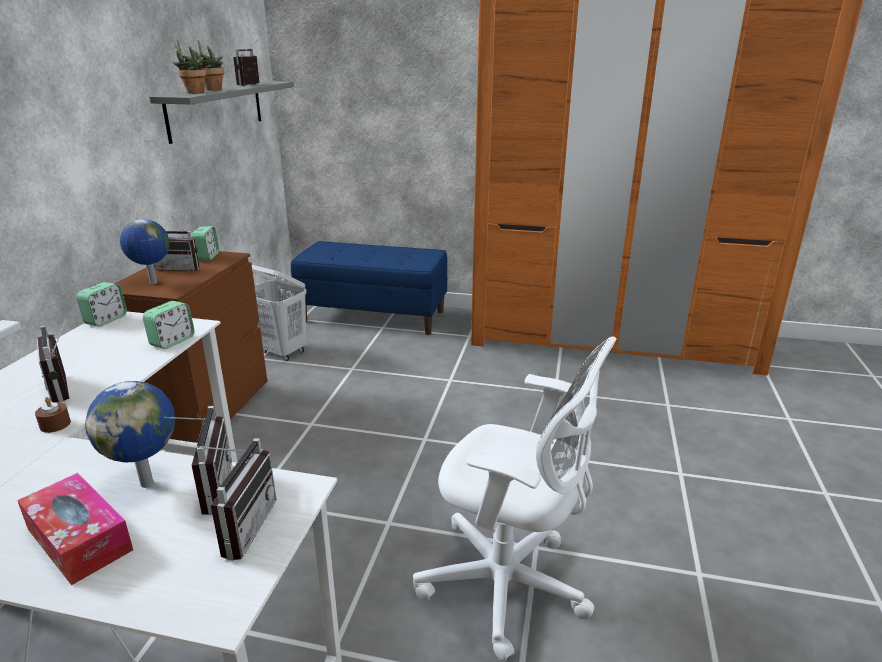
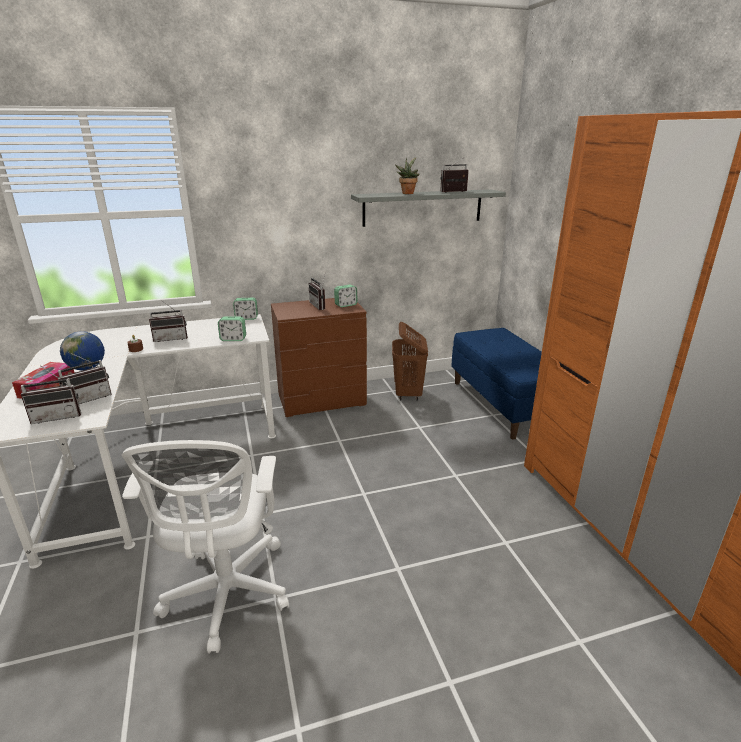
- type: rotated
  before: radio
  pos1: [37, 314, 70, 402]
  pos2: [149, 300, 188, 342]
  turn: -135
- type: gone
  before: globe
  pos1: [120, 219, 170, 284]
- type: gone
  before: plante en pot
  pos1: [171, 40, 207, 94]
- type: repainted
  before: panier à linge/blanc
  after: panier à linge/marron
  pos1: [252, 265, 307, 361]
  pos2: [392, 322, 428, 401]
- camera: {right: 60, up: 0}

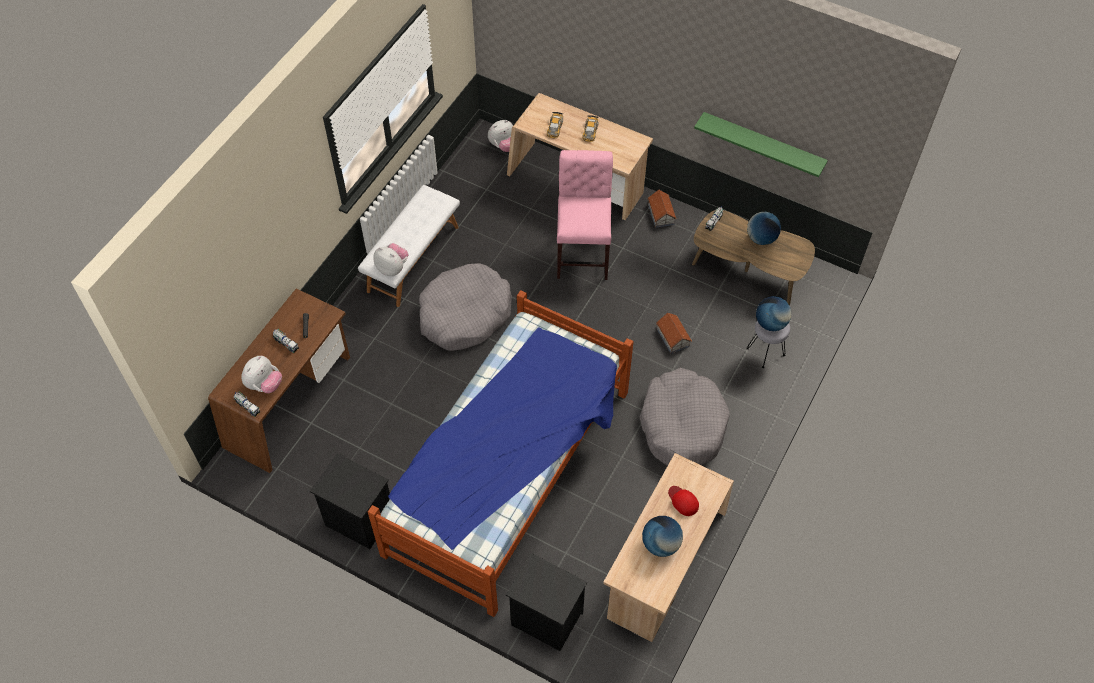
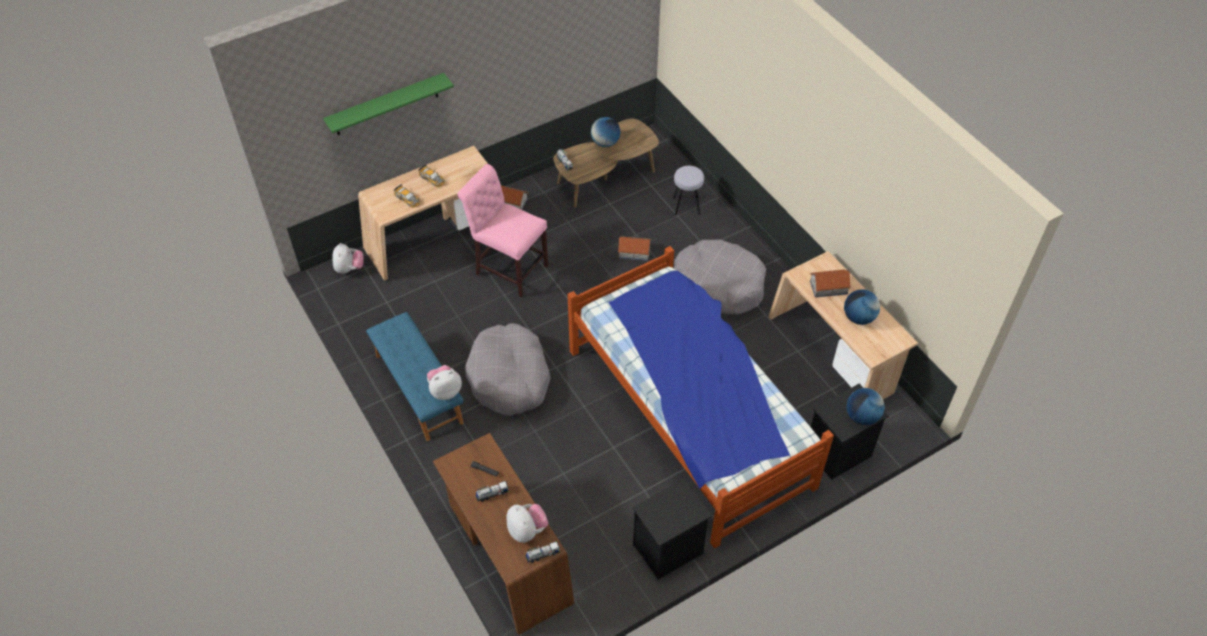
- type: repainted
  before: banc/blanc
  after: banc/bleu
  pos1: [358, 185, 460, 307]
  pos2: [366, 312, 464, 441]
- type: swapped
  before: casquette/rouge
  after: maison miniature
  pos1: [668, 486, 699, 516]
  pos2: [810, 270, 851, 298]
- type: shifted
  before: étagère/vert
  pos1: [694, 112, 828, 177]
  pos2: [323, 73, 454, 135]
- type: shifted
  before: globe
  pos1: [756, 296, 791, 331]
  pos2: [846, 388, 885, 425]
- camera: {right: -60, up: -5}

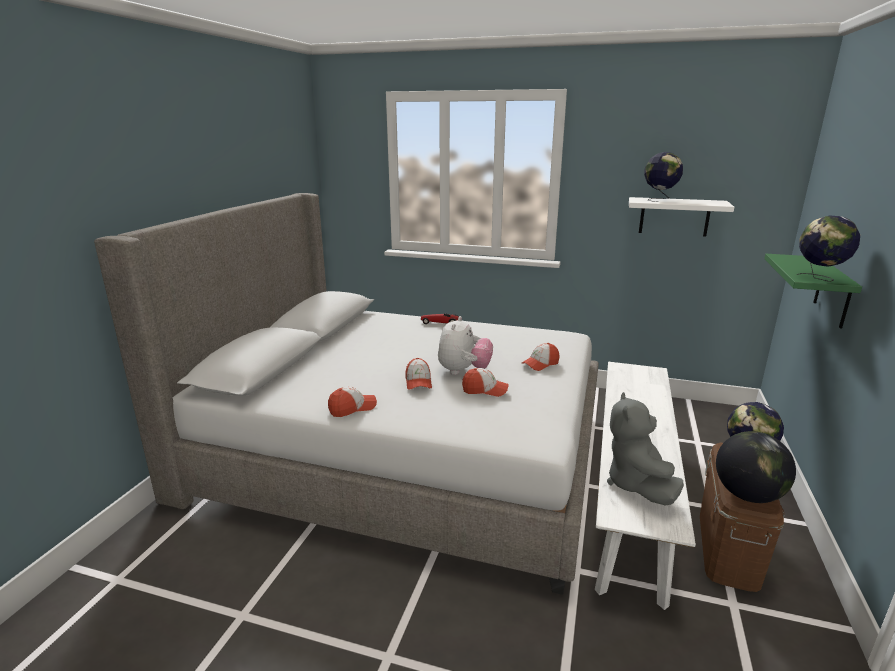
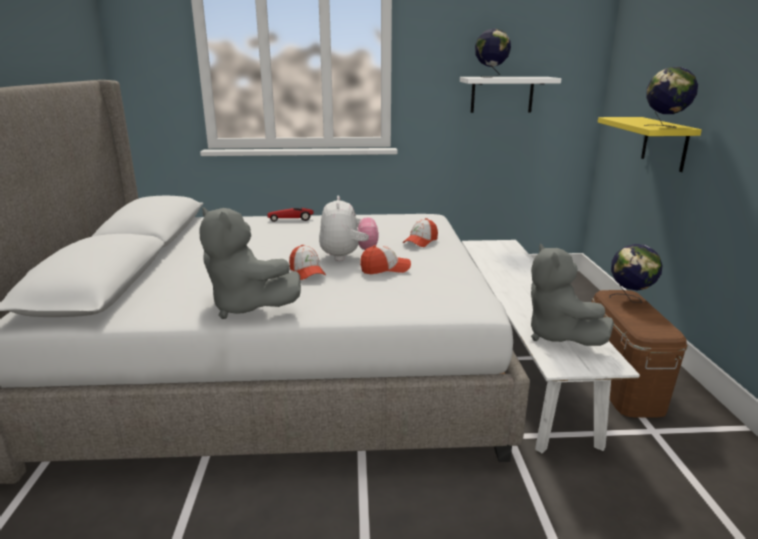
- type: swapped
  before: casquette
  after: peluche/gris
  pos1: [328, 387, 377, 417]
  pos2: [200, 207, 301, 319]
- type: gone
  before: globe
  pos1: [716, 431, 796, 503]
- type: repainted
  before: étagère/vert
  after: étagère/jaune
  pos1: [764, 254, 862, 329]
  pos2: [598, 117, 702, 172]
- camera: {right: -20, up: 0}

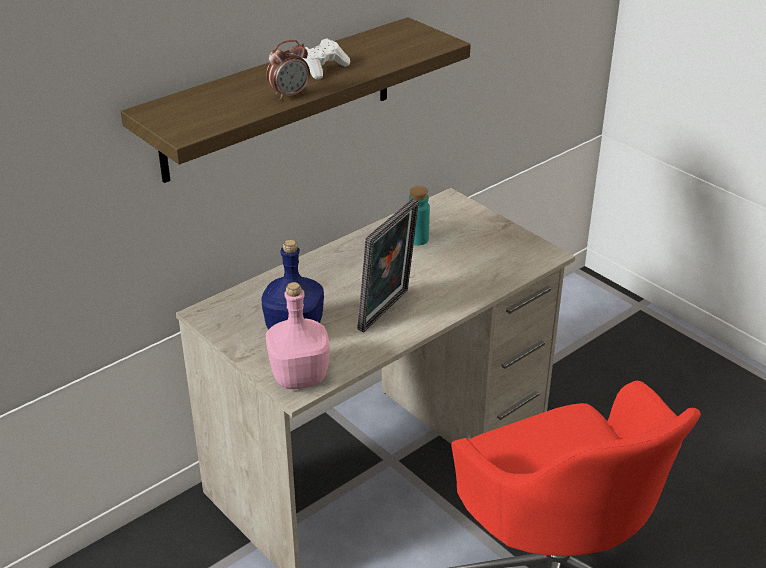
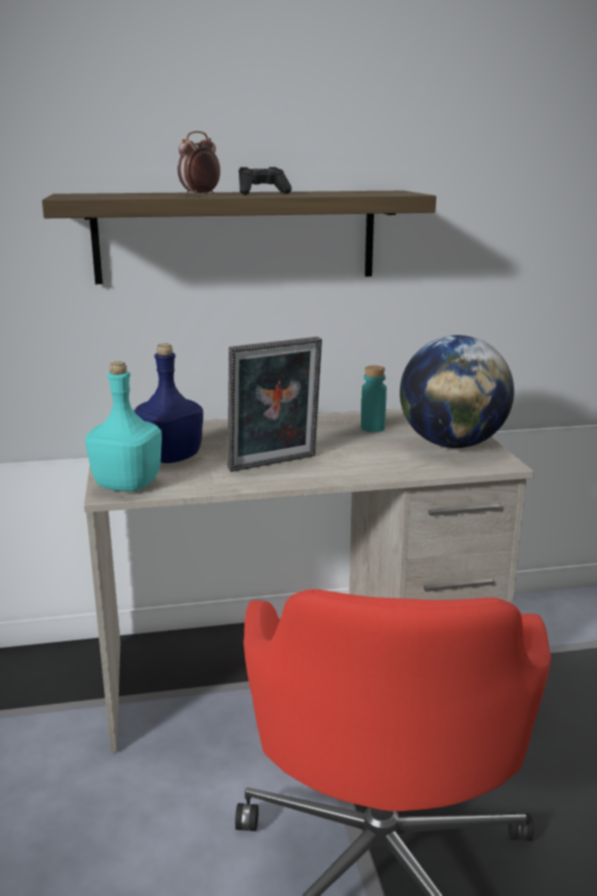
- type: rotated
  before: réveil
  pos1: [266, 40, 310, 100]
  pos2: [178, 131, 220, 196]
  turn: 135
- type: repainted
  before: bouteille/rose
  after: bouteille/turquoise
  pos1: [266, 282, 330, 389]
  pos2: [85, 362, 162, 491]
- type: repainted
  before: manette/blanc
  after: manette/noir
  pos1: [303, 38, 350, 80]
  pos2: [239, 167, 292, 195]
- type: new
  after: globe
  pos2: [400, 335, 514, 448]
- camera: {right: 30, up: -15}

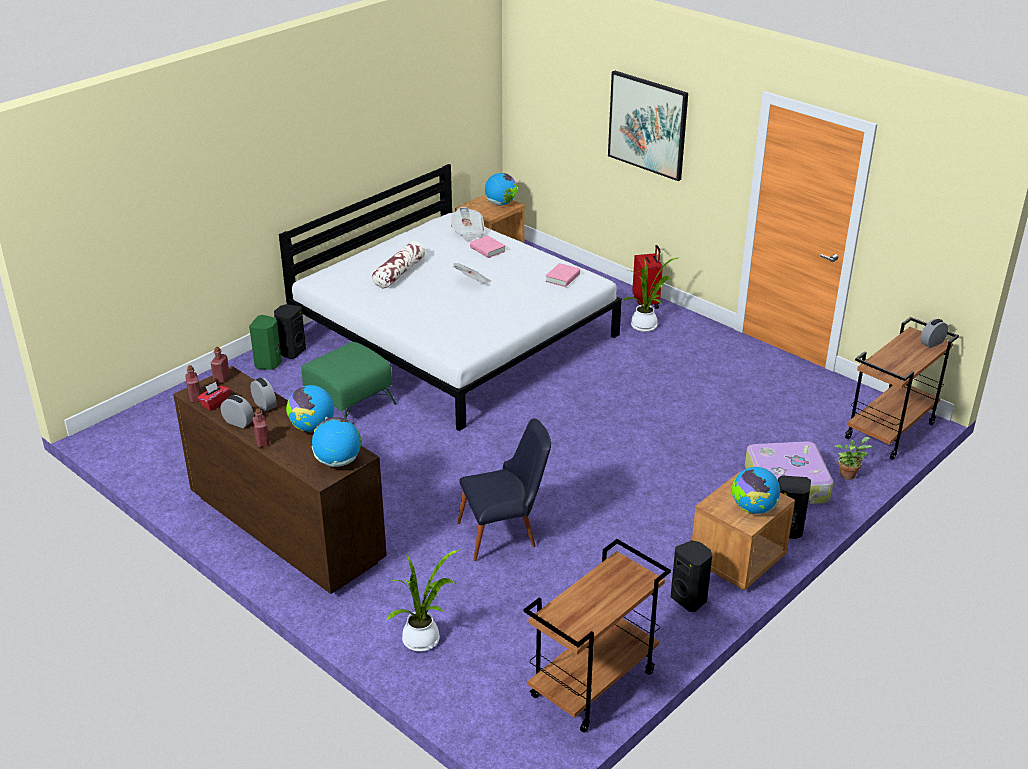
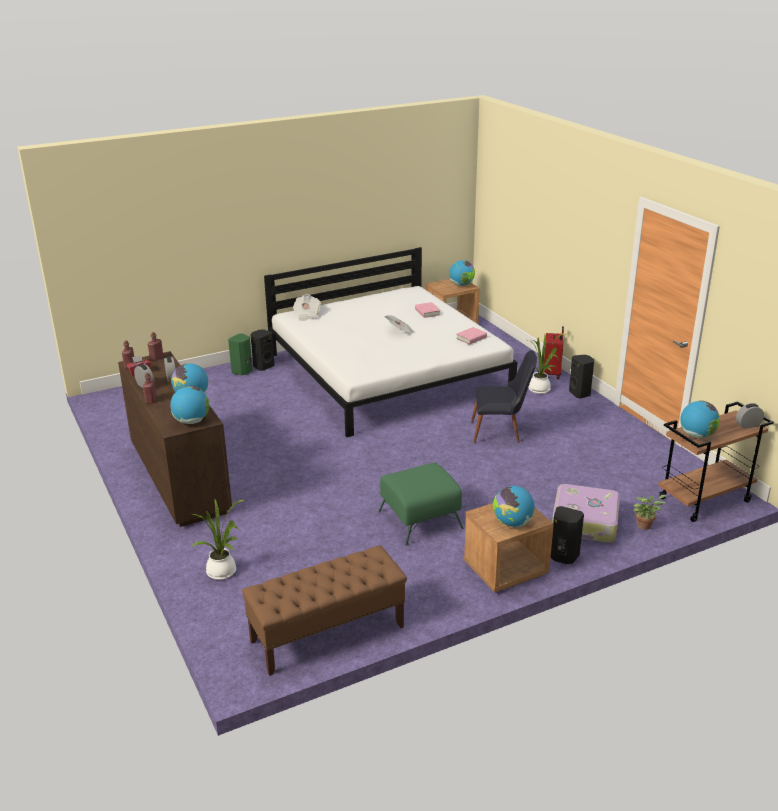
- type: shifted
  before: pouf/vert
  pos1: [302, 342, 397, 419]
  pos2: [378, 463, 464, 546]
- type: gone
  before: coussin
  pos1: [372, 241, 425, 289]
- type: shifted
  before: journal
  pos1: [451, 207, 485, 241]
  pos2: [293, 294, 321, 321]
- type: shifted
  before: chaise/noir
  pos1: [457, 419, 551, 561]
  pos2: [471, 350, 537, 443]
- type: swapped
  before: chariot/marron
  after: banc/marron
  pos1: [523, 539, 671, 733]
  pos2: [242, 545, 407, 676]
- type: gone
  before: tableau
  pos1: [608, 71, 688, 181]
- type: shifted
  before: enceinte/noir
  pos1: [670, 540, 712, 612]
  pos2: [569, 355, 594, 399]
- type: new
  after: globe
  pos2: [680, 400, 720, 439]
- camera: {right: 20, up: -5}

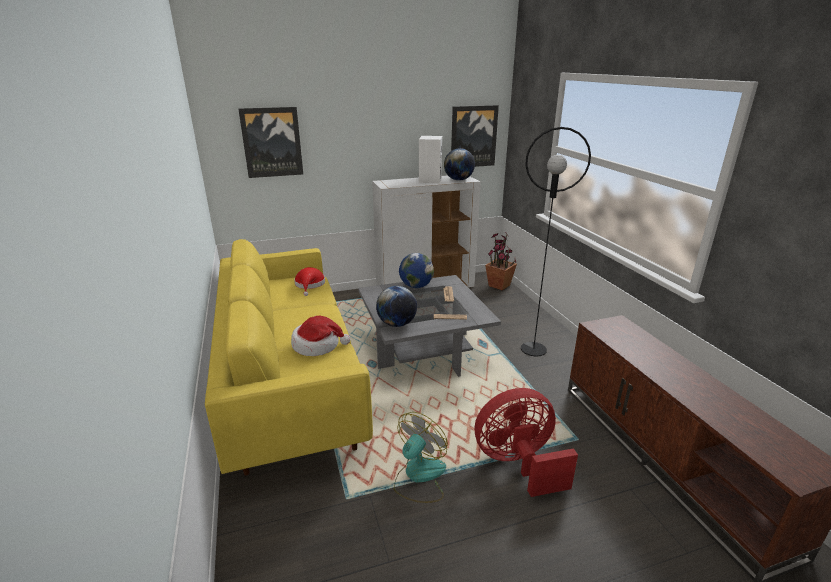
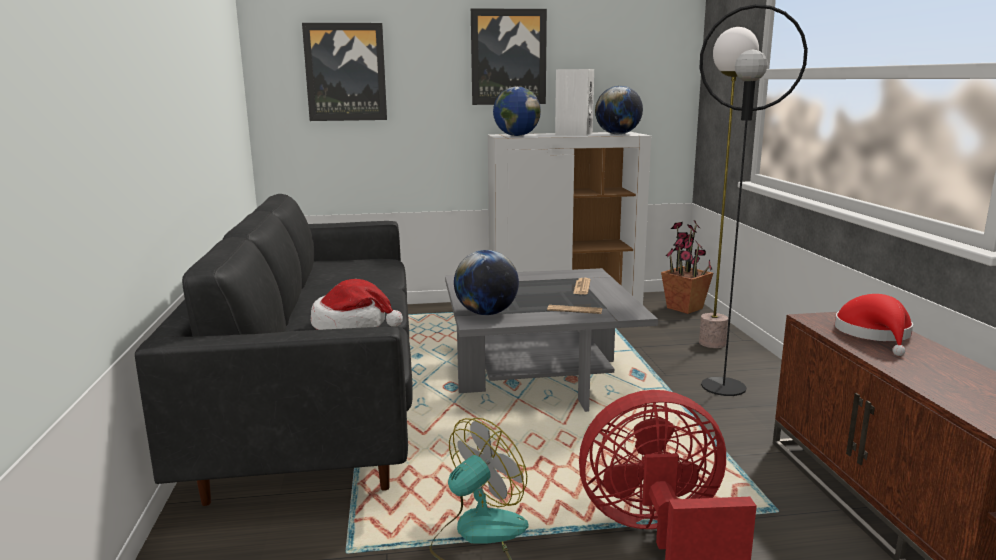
- type: repainted
  before: canapé/jaune
  after: canapé/noir
  pos1: [205, 239, 373, 476]
  pos2: [135, 194, 412, 506]
- type: shifted
  before: chapeau/rouge
  pos1: [294, 267, 325, 296]
  pos2: [835, 294, 913, 356]
- type: shifted
  before: globe
  pos1: [399, 253, 434, 288]
  pos2: [493, 87, 541, 136]
- type: shifted
  before: tableau
  pos1: [451, 105, 499, 167]
  pos2: [471, 8, 547, 105]
- type: new
  after: lampadaire
  pos2: [699, 27, 759, 348]
- camera: {right: 10, up: -10}

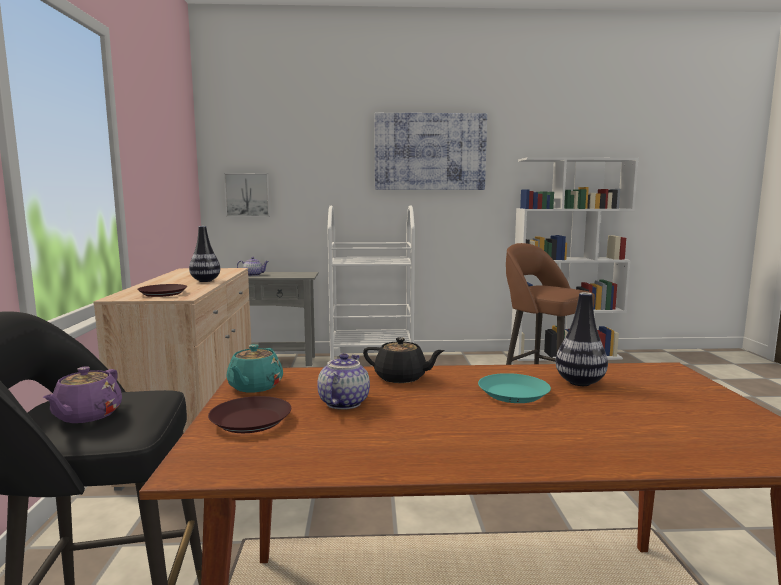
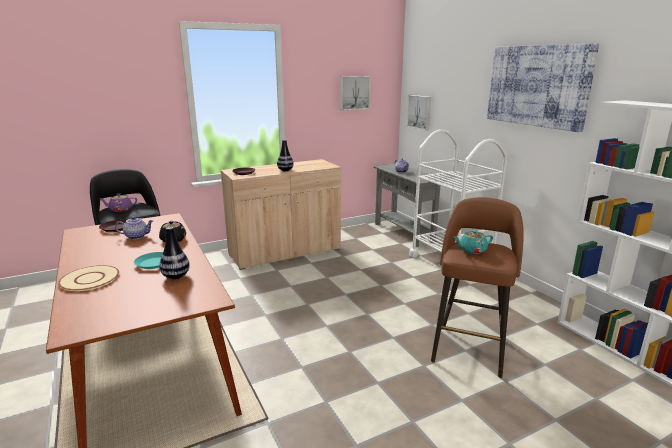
- type: shifted
  before: théière/turquoise
  pos1: [226, 344, 283, 392]
  pos2: [454, 230, 493, 254]
- type: new
  after: assiette/beige
  pos2: [58, 265, 119, 291]
- type: new
  after: tableau
  pos2: [340, 76, 370, 110]
- camera: {right: 65, up: 10}

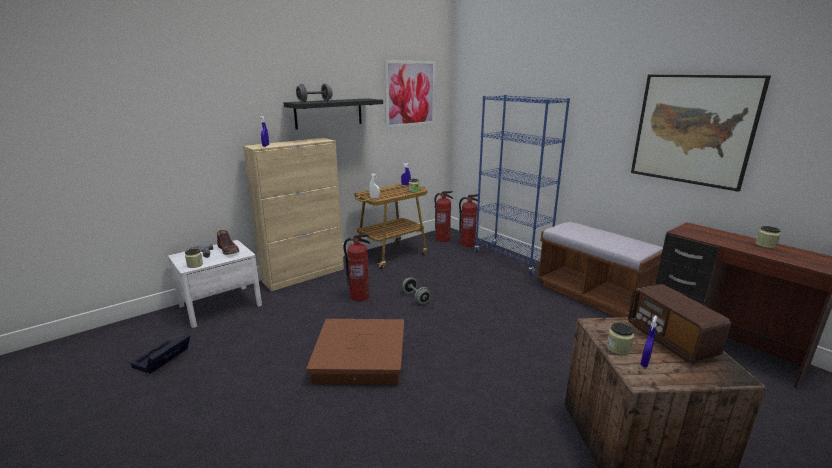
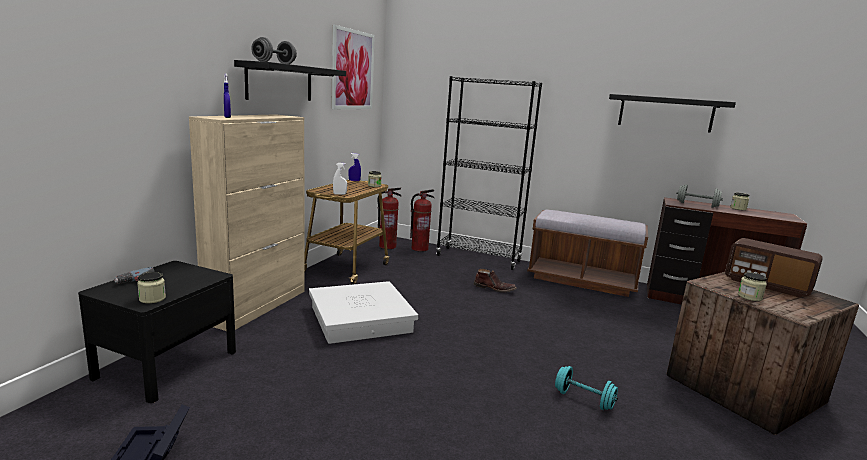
- type: repainted
  before: table de chevet/blanc
  after: table de chevet/noir
  pos1: [168, 240, 262, 328]
  pos2: [78, 261, 236, 403]
- type: shifted
  before: botte/marron
  pos1: [217, 230, 239, 255]
  pos2: [474, 269, 516, 292]
- type: gone
  before: boîte de rangement/marron
  pos1: [306, 319, 404, 385]
- type: swapped
  before: extincteur
  after: boîte de rangement/blanc
  pos1: [343, 234, 370, 302]
  pos2: [309, 281, 418, 344]
- type: shifted
  before: haltère/gris
  pos1: [402, 277, 431, 304]
  pos2: [677, 184, 723, 208]
- type: repainted
  before: bibliothèque/bleu
  after: bibliothèque/noir
  pos1: [475, 95, 570, 275]
  pos2: [436, 76, 542, 270]
- type: swapped
  before: tableau
  after: étagère/noir
  pos1: [631, 75, 771, 192]
  pos2: [609, 94, 736, 133]
- type: gone
  before: vaporisateur/bleu
  pos1: [640, 316, 657, 367]
- type: new
  after: haltère/turquoise
  pos2: [555, 366, 618, 410]
- camera: {right: -30, up: -5}

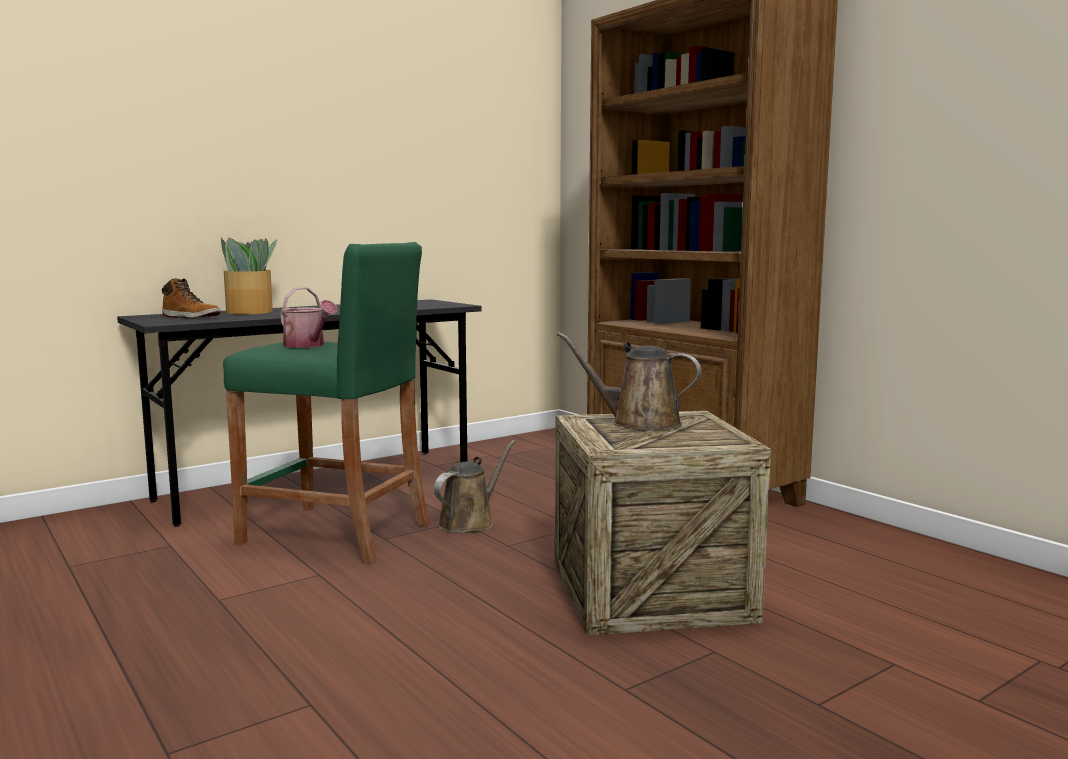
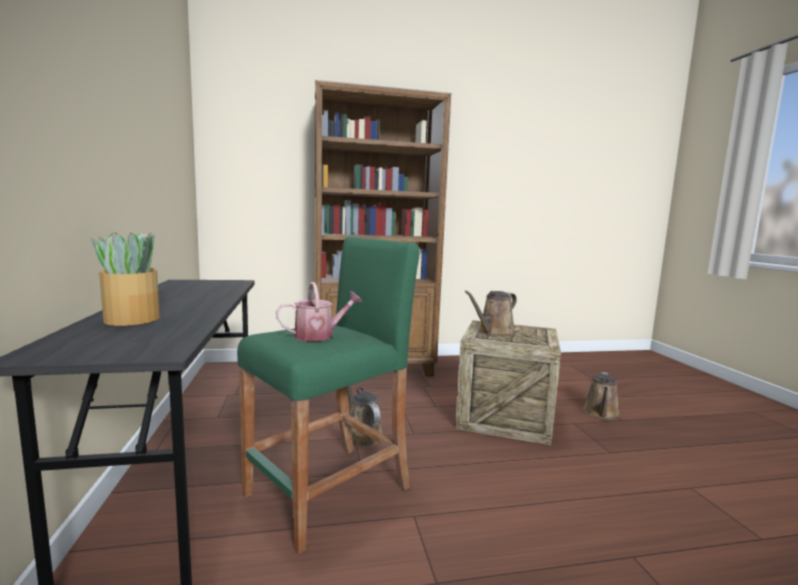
- type: gone
  before: botte
  pos1: [162, 278, 221, 319]
- type: new
  after: arrosoir/marron
  pos2: [583, 372, 620, 420]
- camera: {right: -65, up: 0}

